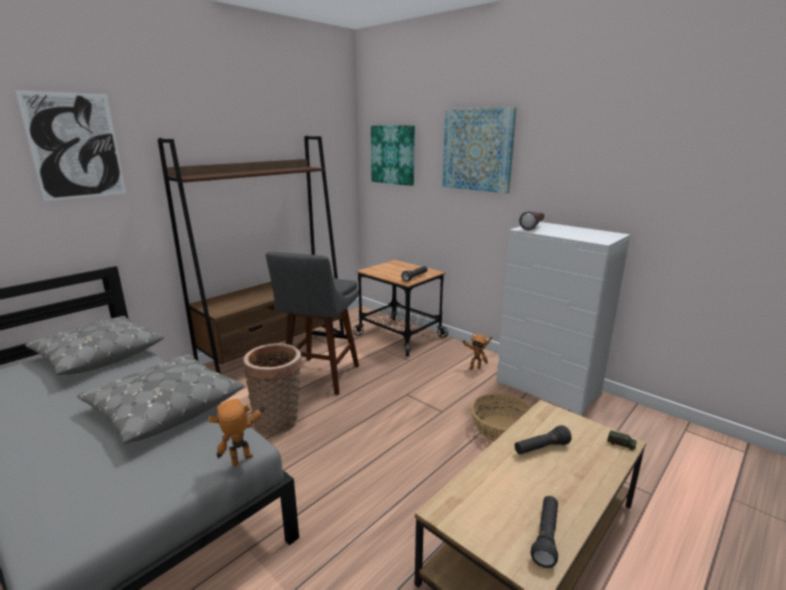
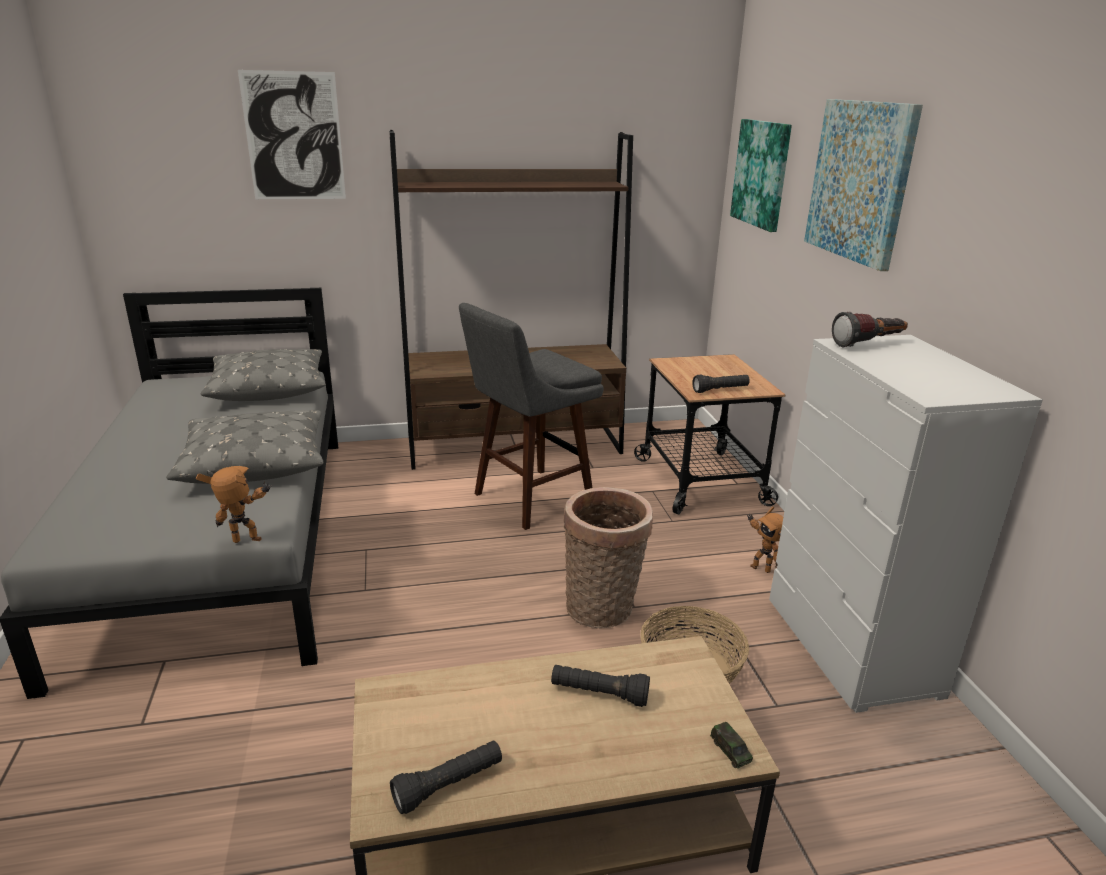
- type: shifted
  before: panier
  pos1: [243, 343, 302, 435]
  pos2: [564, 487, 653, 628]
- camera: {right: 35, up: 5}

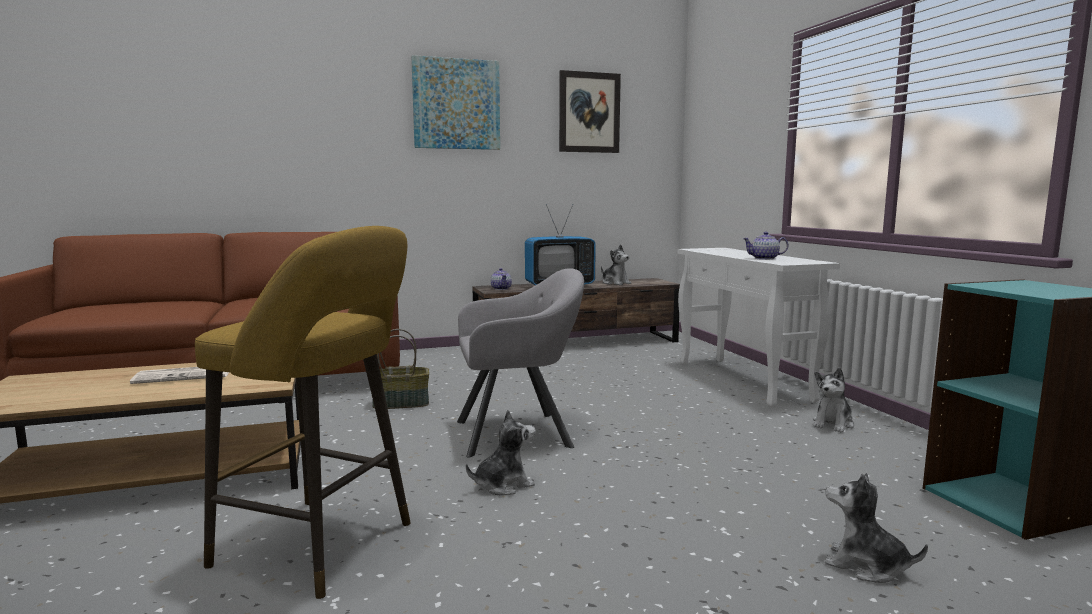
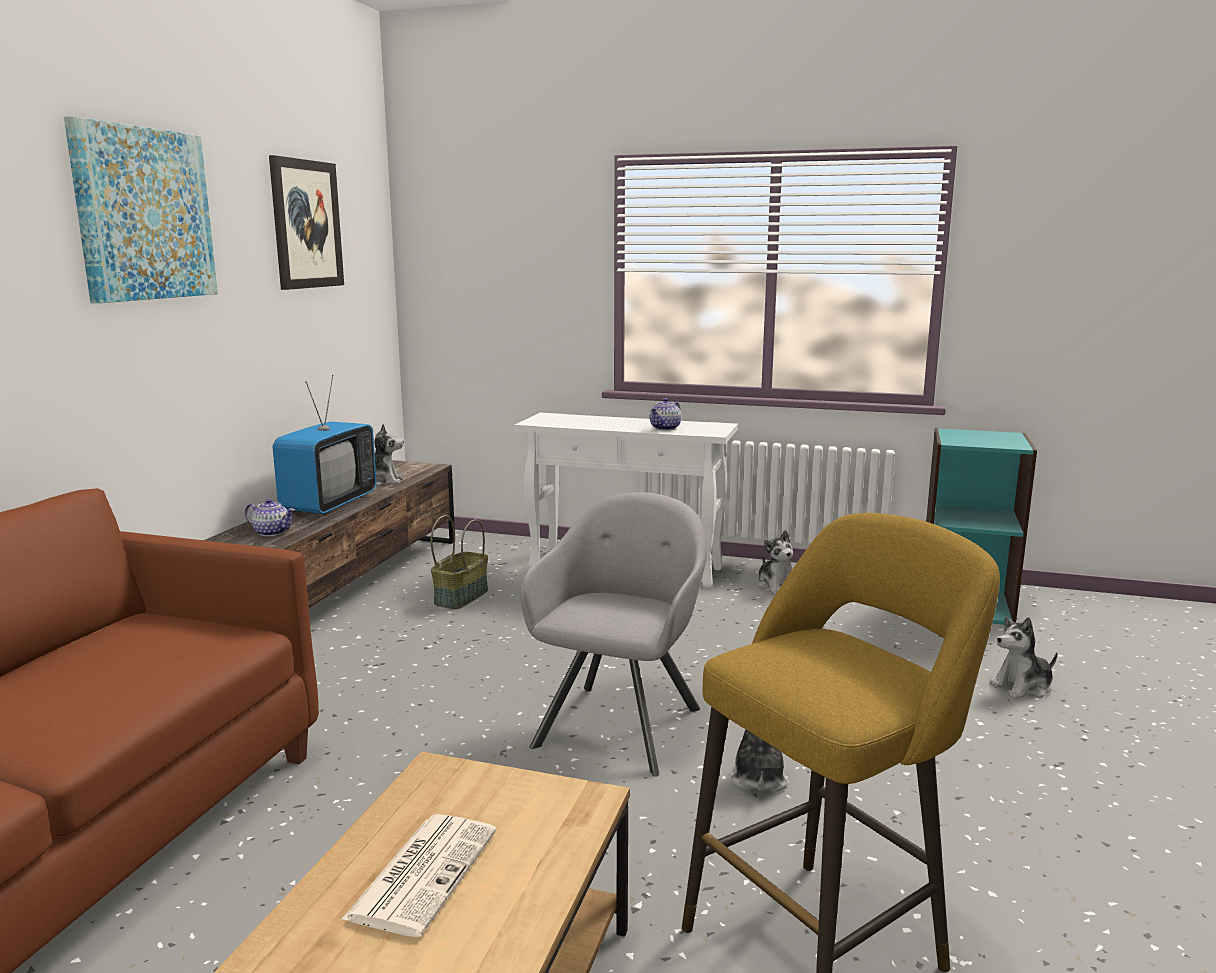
- type: shifted
  before: panier
  pos1: [373, 329, 429, 409]
  pos2: [431, 515, 488, 609]
- camera: {right: -55, up: 5}

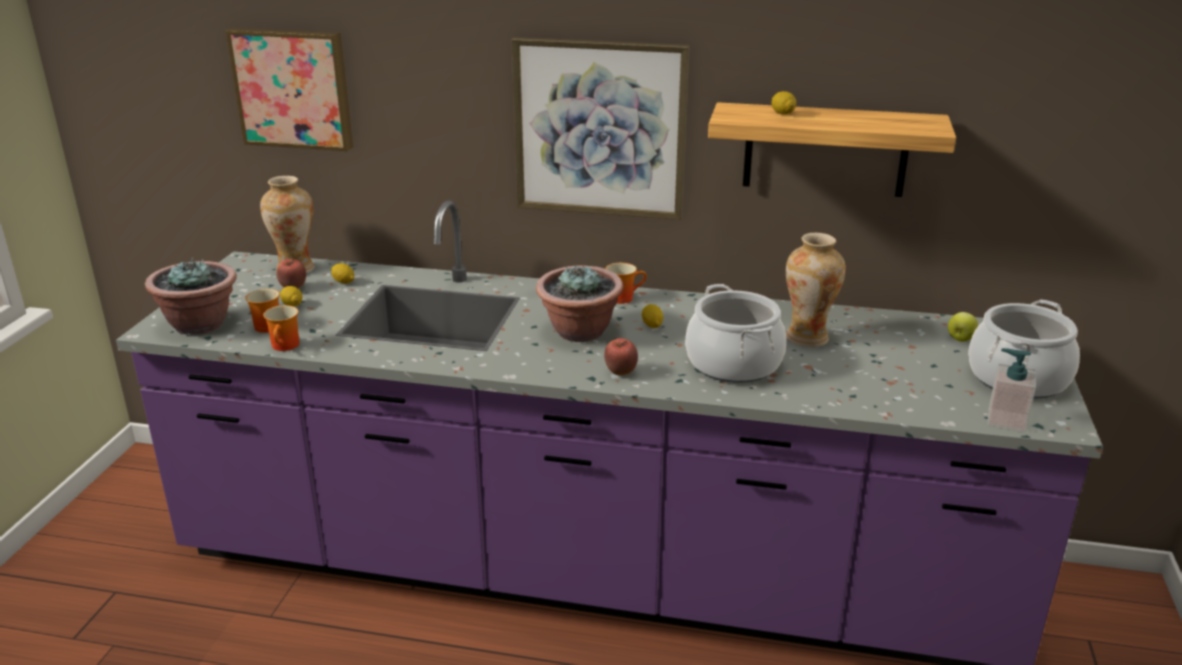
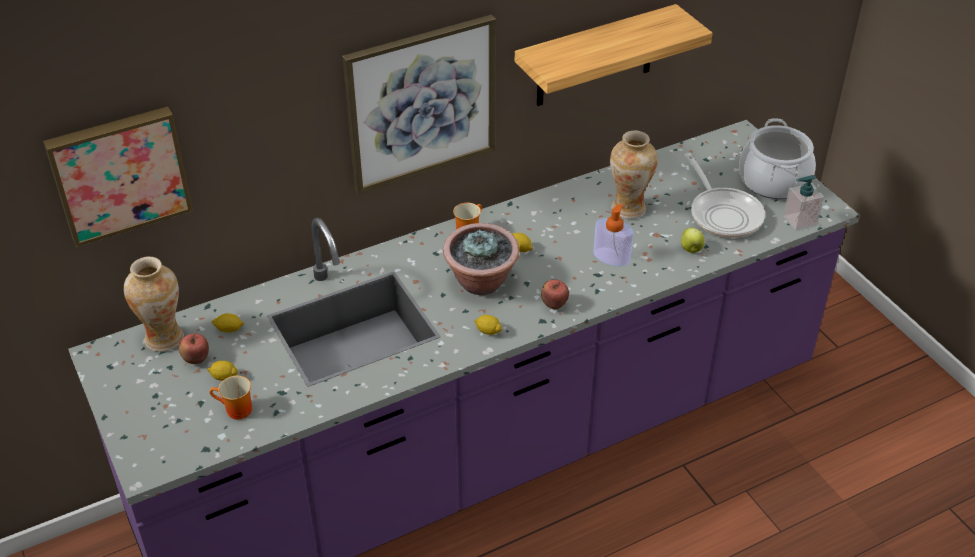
- type: gone
  before: plante en pot
  pos1: [145, 258, 237, 334]
- type: gone
  before: mug
  pos1: [263, 305, 299, 351]
- type: swapped
  before: marmite
  after: distributeur de savon
  pos1: [685, 284, 786, 383]
  pos2: [593, 204, 633, 267]
- type: shifted
  before: citron
  pos1: [771, 91, 796, 114]
  pos2: [474, 315, 502, 335]
- type: shifted
  before: pomme
  pos1: [948, 312, 978, 341]
  pos2: [681, 228, 705, 253]
- type: new
  after: poêle
  pos2: [685, 153, 765, 238]
- camera: {right: -40, up: 15}

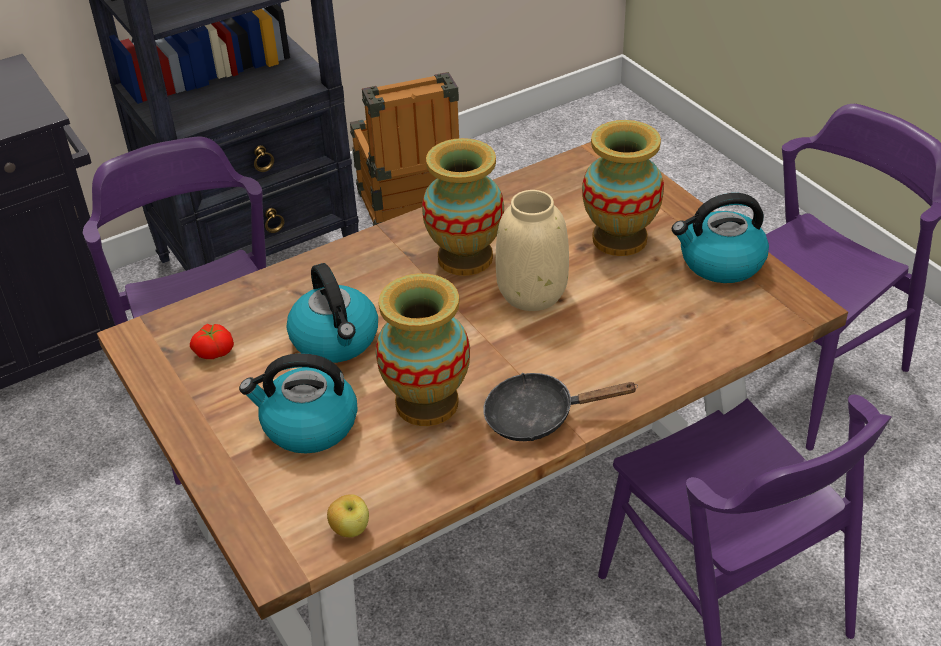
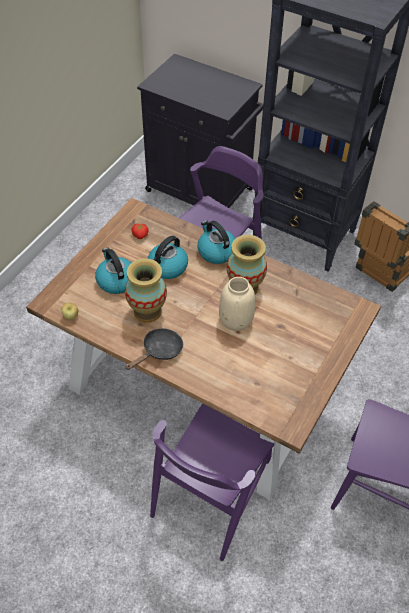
- type: rotated
  before: poêle/noir
  pos1: [483, 373, 638, 441]
  pos2: [125, 328, 183, 370]
  turn: 75
- type: gone
  before: vase
  pos1: [582, 120, 664, 256]
- type: shifted
  before: bouilloire
  pos1: [672, 193, 769, 283]
  pos2: [198, 220, 236, 264]
- camera: {right: 60, up: 10}

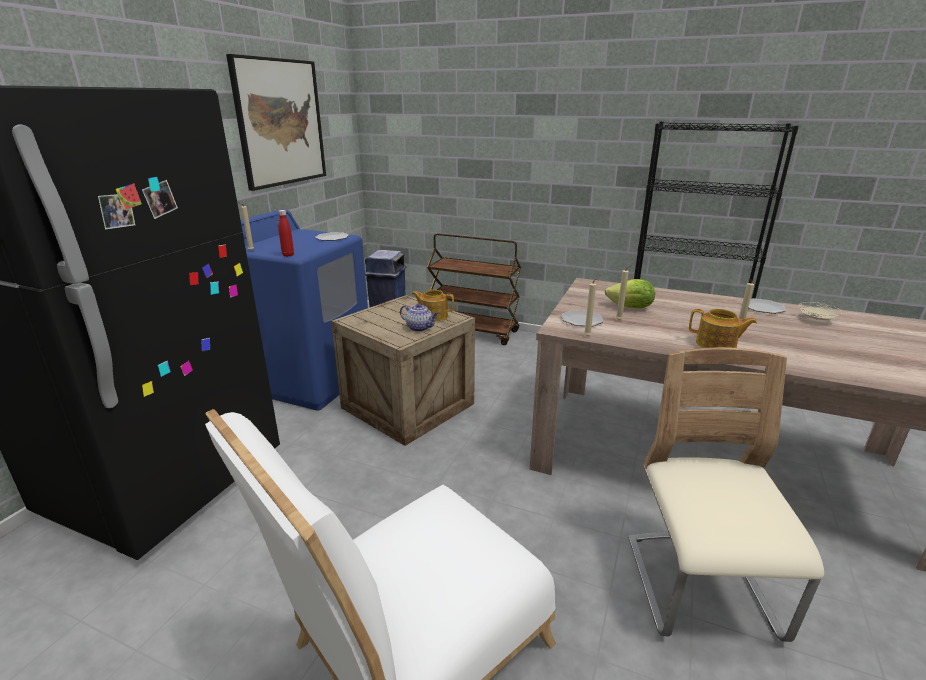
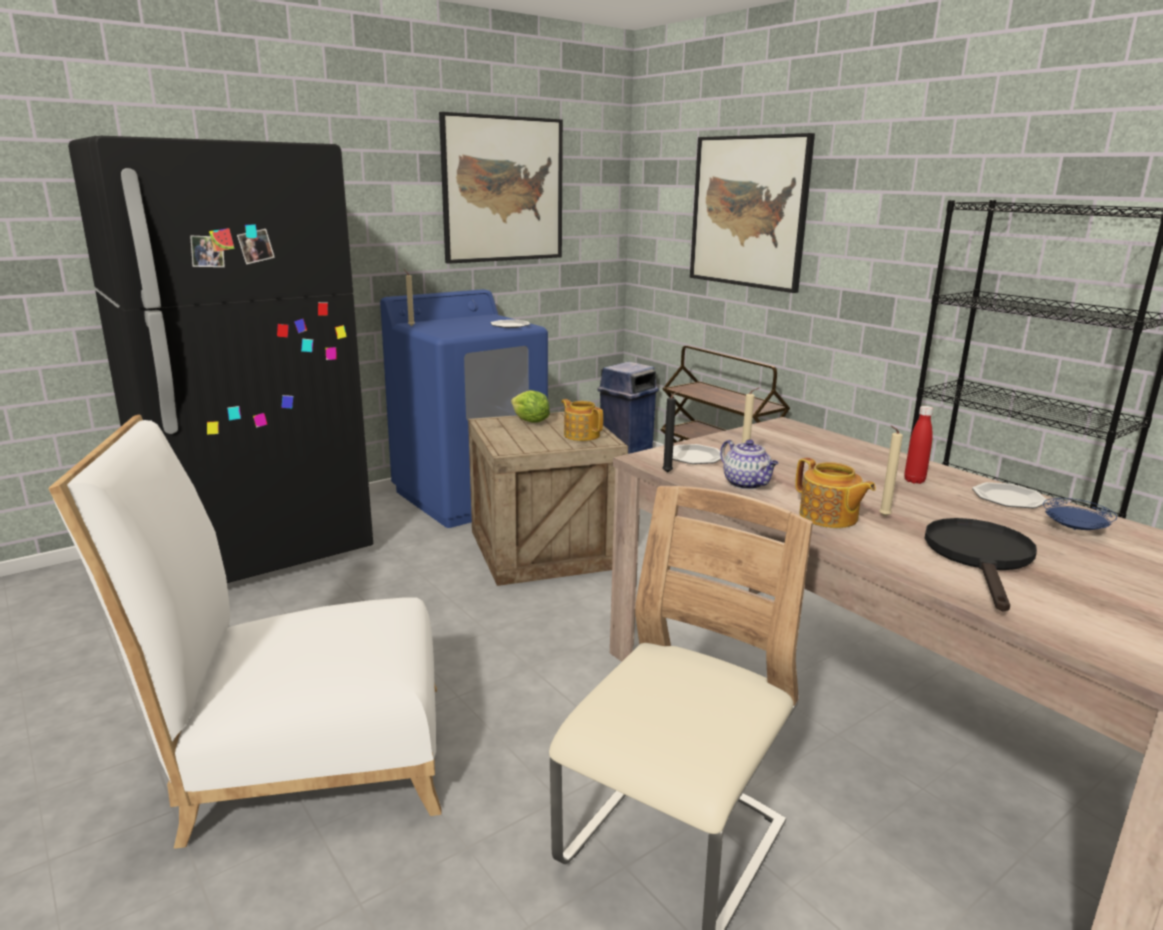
- type: shifted
  before: bouteille/rouge
  pos1: [278, 210, 294, 257]
  pos2: [904, 406, 933, 484]
- type: shifted
  before: théière
  pos1: [400, 303, 438, 332]
  pos2: [720, 439, 779, 490]
- type: repainted
  before: bougie/beige
  after: bougie/noir
  pos1: [584, 277, 598, 337]
  pos2: [663, 390, 681, 473]
- type: shifted
  before: laitue
  pos1: [605, 279, 655, 308]
  pos2: [511, 390, 550, 423]
- type: repainted
  before: assiette/beige
  after: assiette/bleu
  pos1: [799, 302, 842, 320]
  pos2: [1043, 498, 1117, 530]
- type: new
  after: tableau
  pos2: [690, 133, 815, 293]
- type: new
  after: poêle/noir
  pos2: [925, 518, 1037, 612]
- camera: {right: 30, up: -5}

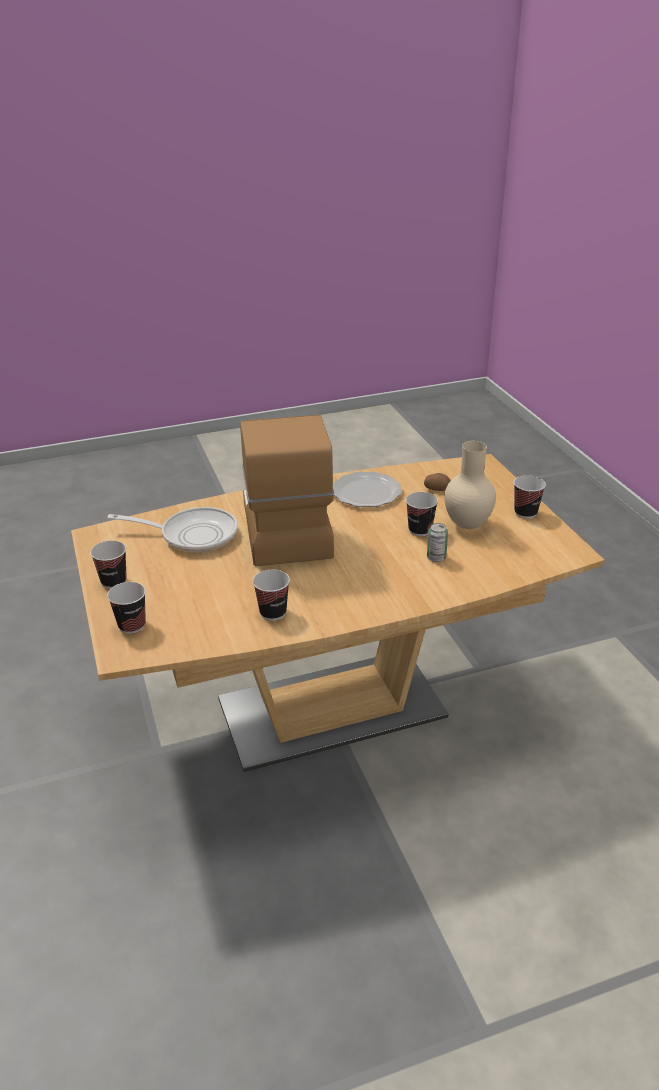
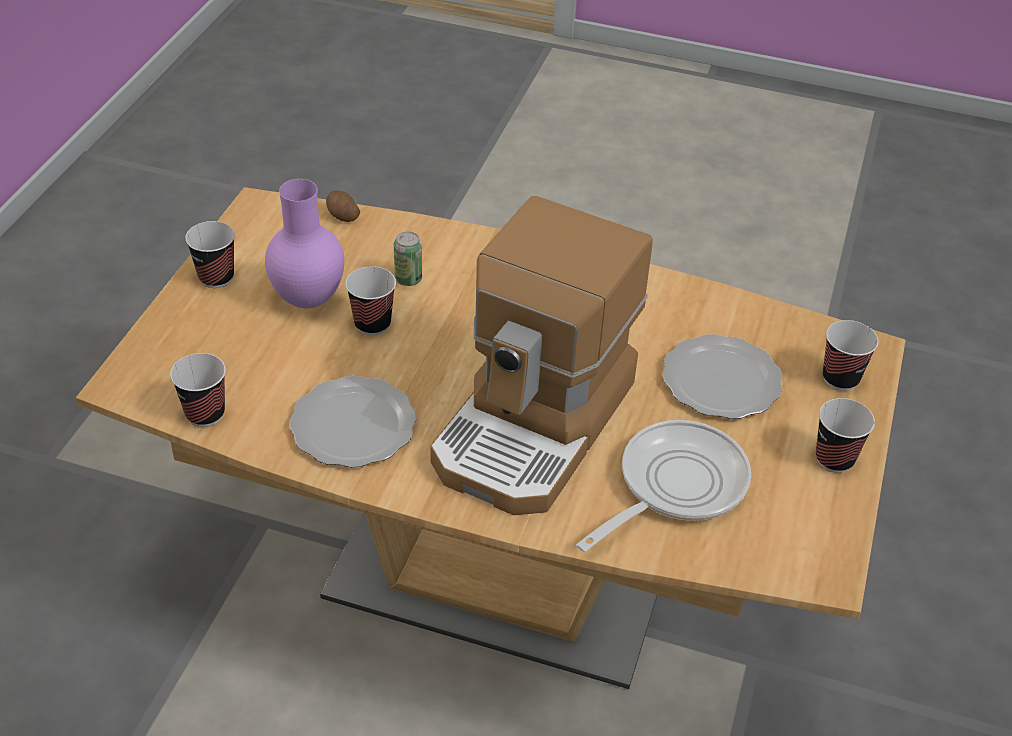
- type: rotated
  before: poêle
  pos1: [107, 507, 238, 552]
  pos2: [576, 420, 751, 552]
  turn: 90
- type: shifted
  before: tasse
  pos1: [253, 570, 290, 621]
  pos2: [170, 353, 226, 427]
- type: shifted
  before: pomme de terre
  pos1: [424, 473, 451, 491]
  pos2: [326, 190, 360, 222]
- type: repainted
  before: vase/beige
  after: vase/violet
  pos1: [444, 441, 496, 529]
  pos2: [265, 179, 344, 308]
- type: new
  after: assiette
  pos2: [662, 334, 782, 419]
- camera: {right: -145, up: 10}

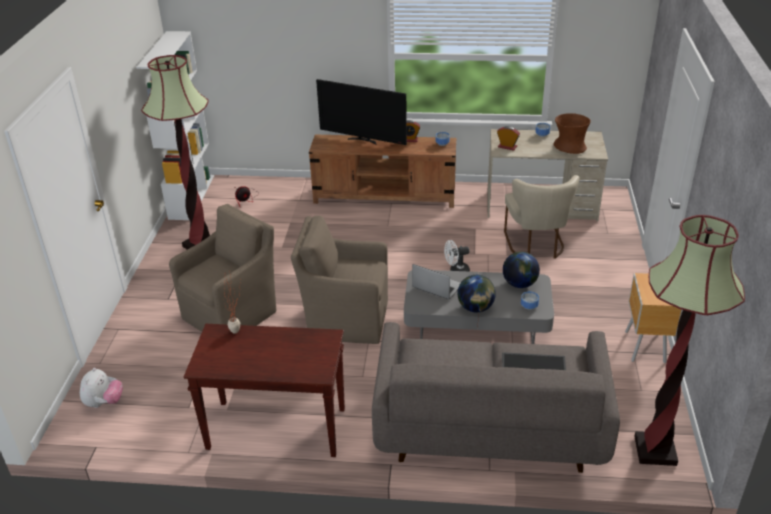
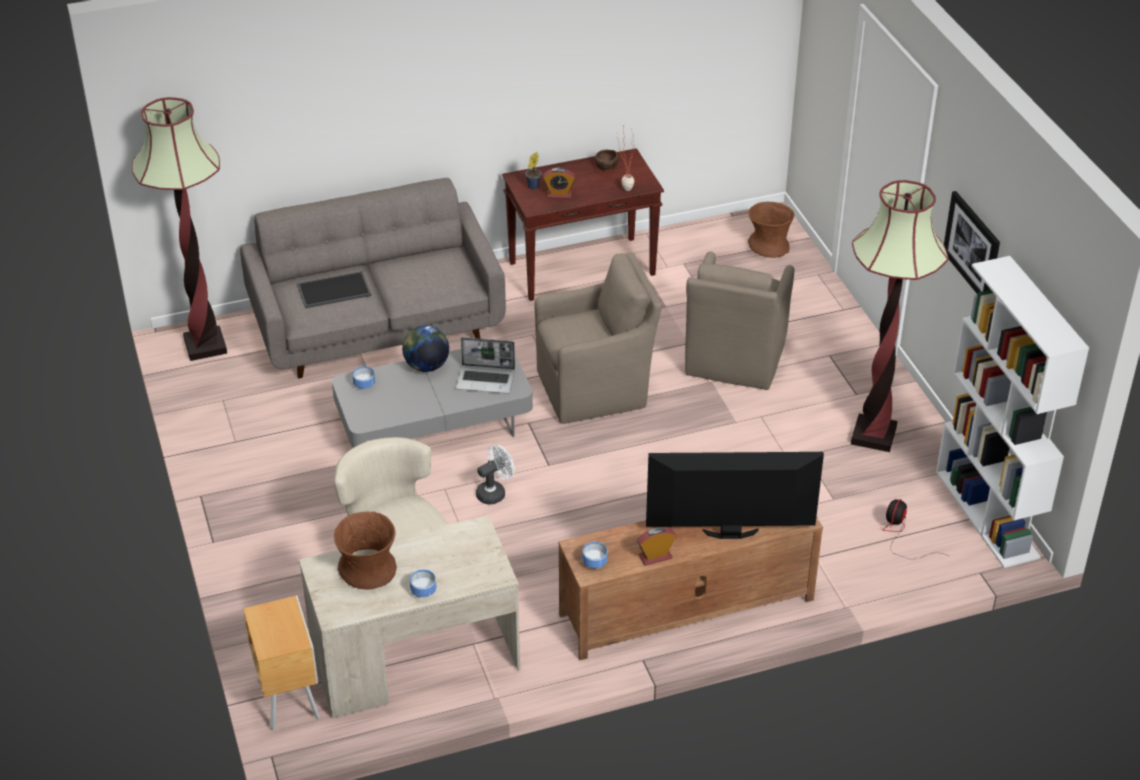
- type: swapped
  before: peluche
  after: vase/marron
  pos1: [80, 368, 123, 408]
  pos2: [748, 202, 794, 258]
- type: shifted
  before: réveil
  pos1: [497, 126, 520, 151]
  pos2: [543, 168, 575, 199]
- type: gone
  before: globe
  pos1: [503, 252, 540, 288]
- type: shifted
  before: table de chevet/marron
  pos1: [625, 273, 681, 363]
  pos2: [243, 596, 320, 730]
- type: new
  after: plante en pot
  pos2: [525, 152, 541, 190]
- type: new
  after: bol/marron
  pos2: [595, 150, 618, 170]
- type: new
  after: tableau
  pos2: [944, 191, 1000, 294]
- camera: {right: 155, up: 5}

